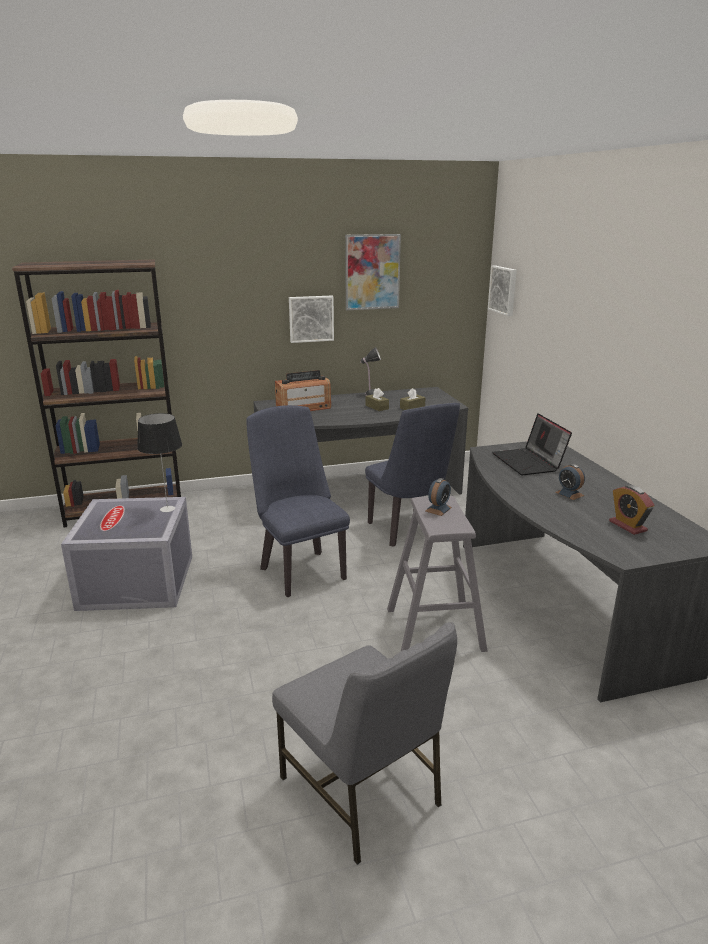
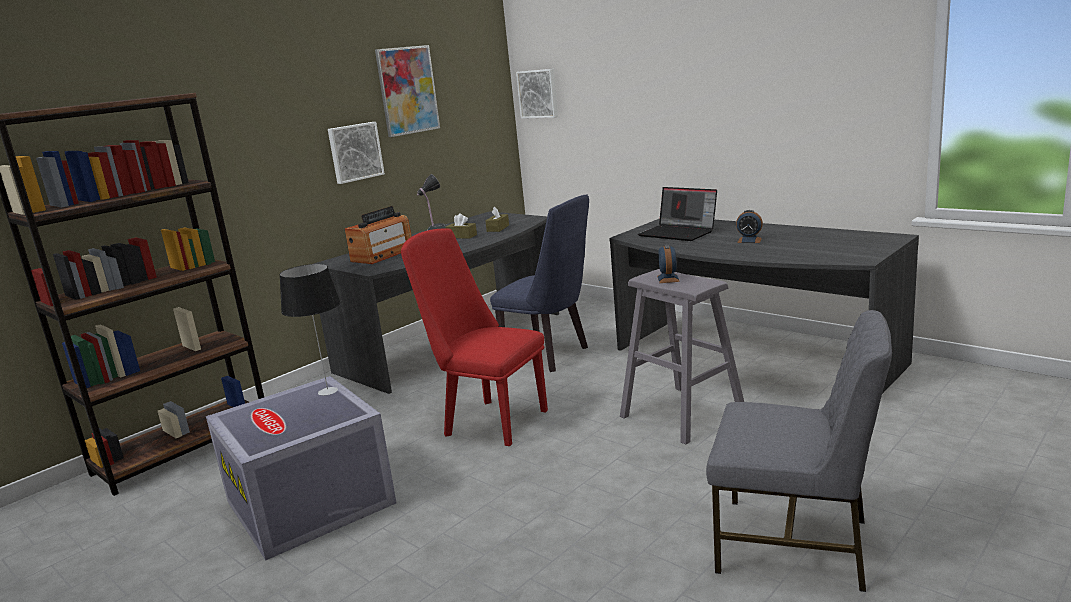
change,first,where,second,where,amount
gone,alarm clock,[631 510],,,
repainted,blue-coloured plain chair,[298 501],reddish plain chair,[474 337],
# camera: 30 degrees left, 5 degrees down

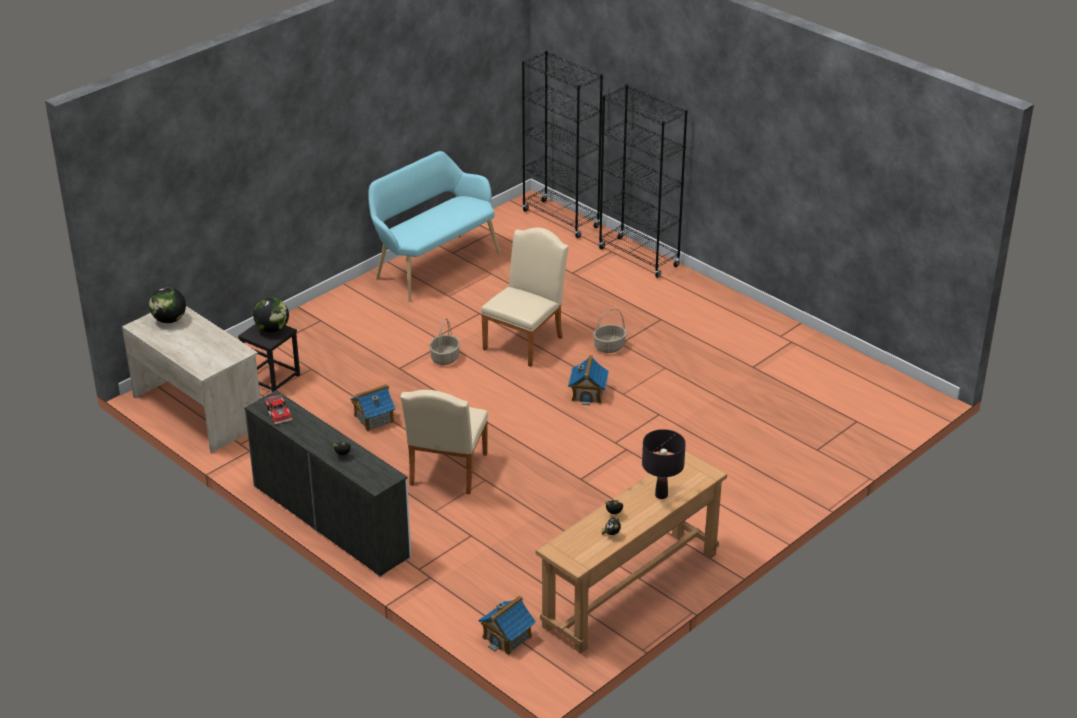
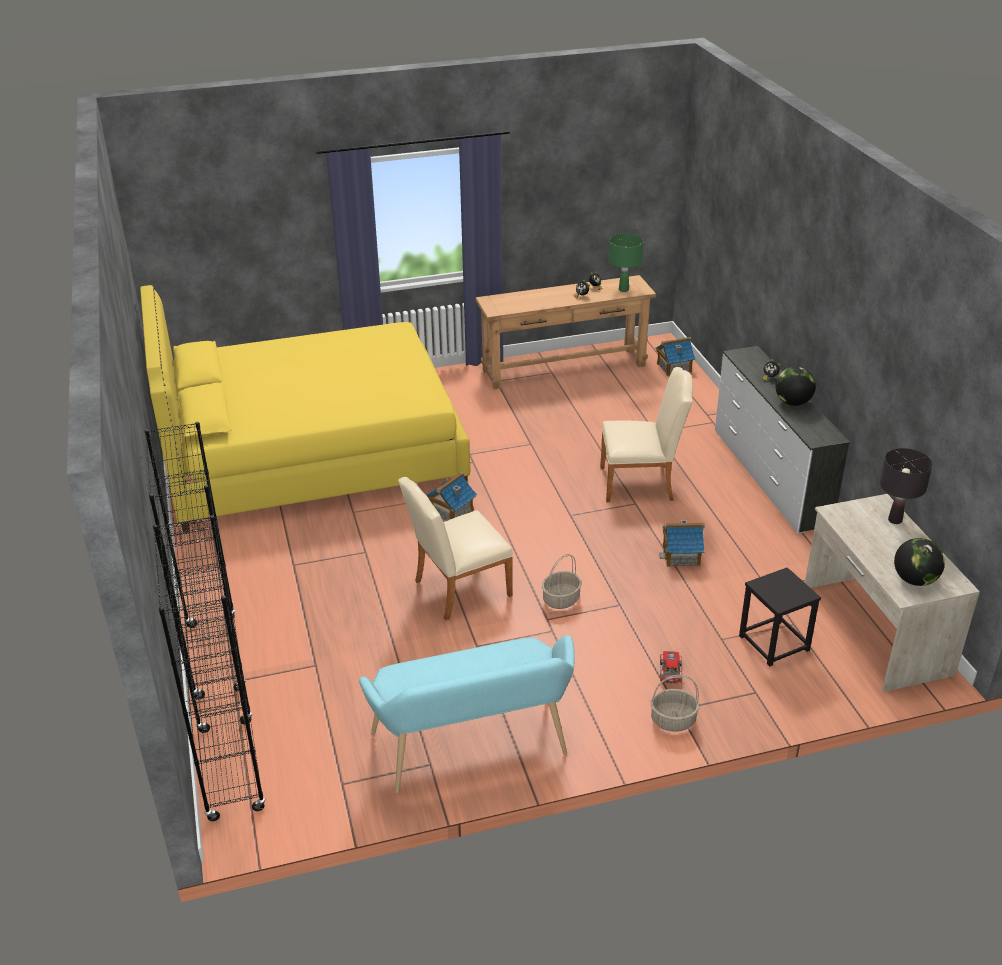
change,first,where,second,where,amount
new,,,yellowish sleeping bed,[305 409],
new,,,green-coloured tabletop lamp,[626 262],
shifted,desk globe,[271 314],,[796 386],
shifted,miniature car,[278 409],,[671 667],
shifted,household basket,[610 331],,[675 703],
shifted,blackish tabletop lamp,[664 464],,[906 486],
rotated,beige-coloured plain chair,[444 442],,[646 434],45 degrees clockwise
# camera: 150 degrees left, 0 degrees up

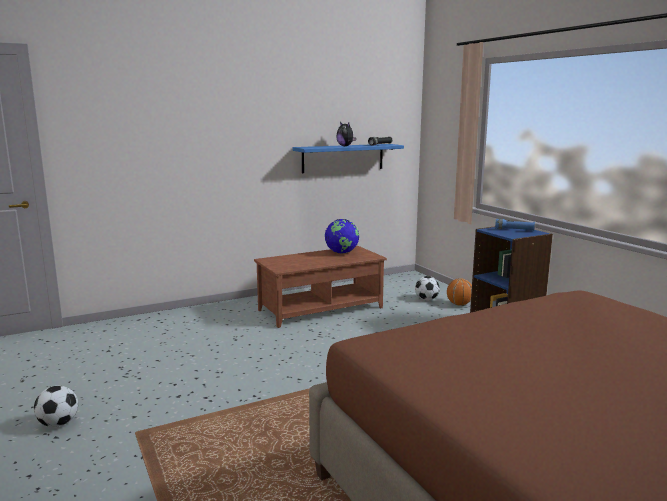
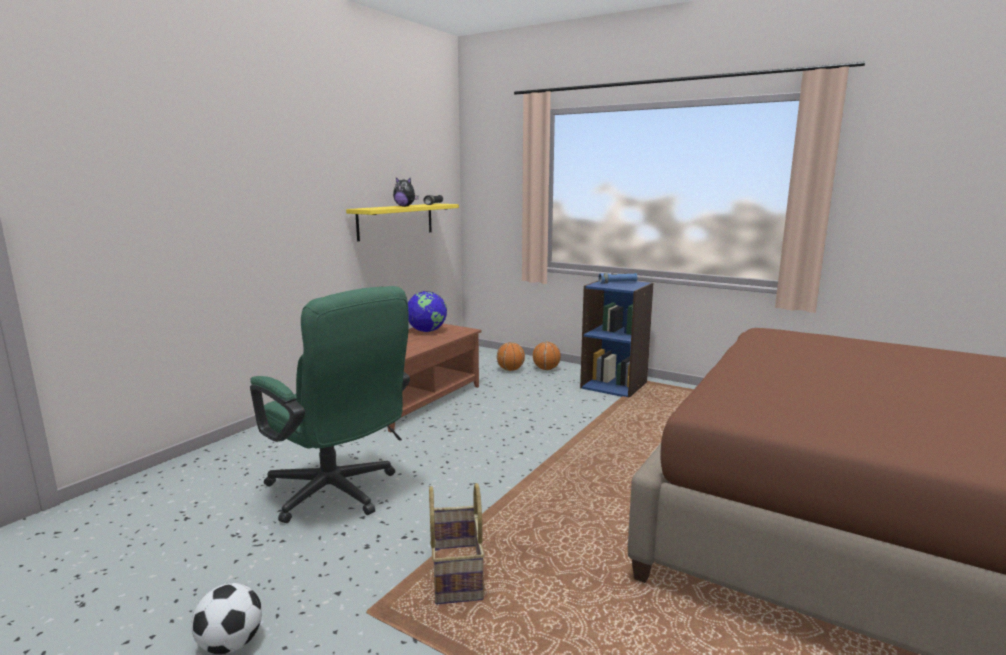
change,first,where,second,where,amount
new,,,green-coloured desk chair,[330 404],
new,,,household basket,[457 543],
swapped,ball for football,[427 288],ball for basketball,[511 356],
repainted,blue-coloured wall shelf,[348 158],yellowish wall shelf,[402 222],
# camera: 30 degrees left, 0 degrees up

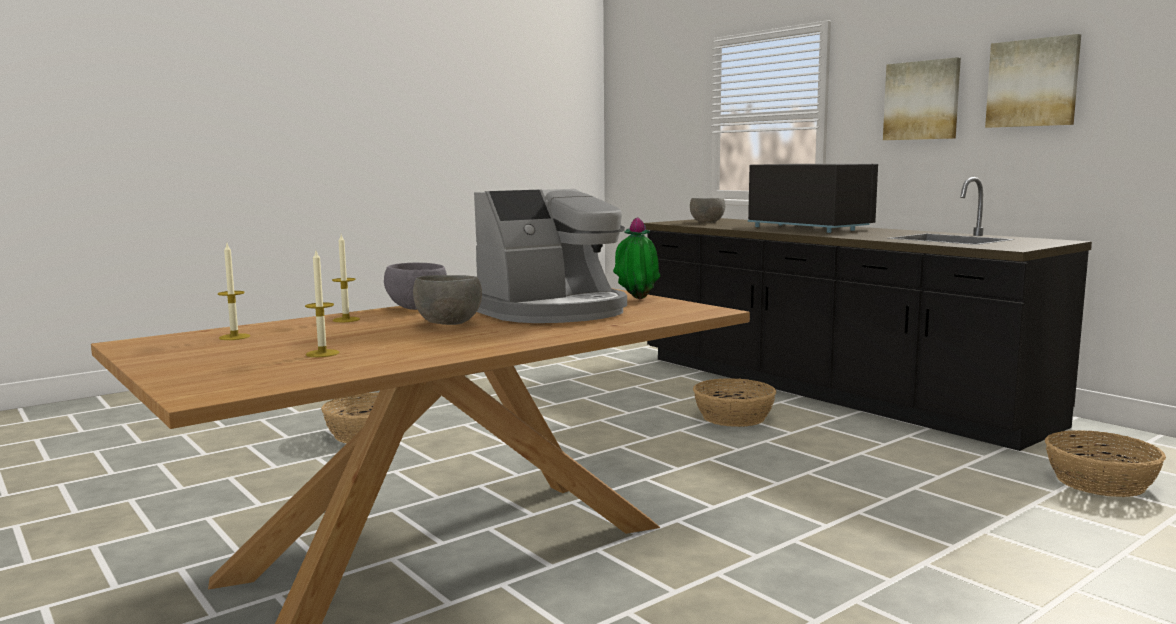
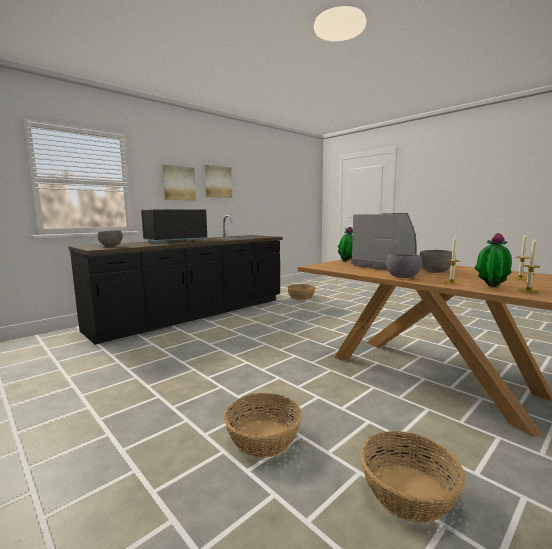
change,first,where,second,where,amount
new,,,plant in a pot,[493 260],
shifted,household basket,[734 402],,[412 477],
# camera: 95 degrees left, 0 degrees up

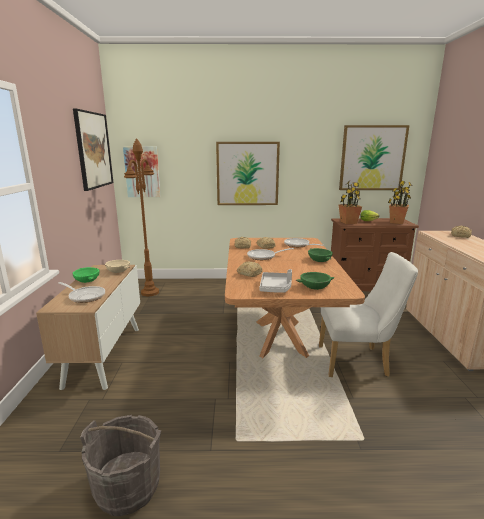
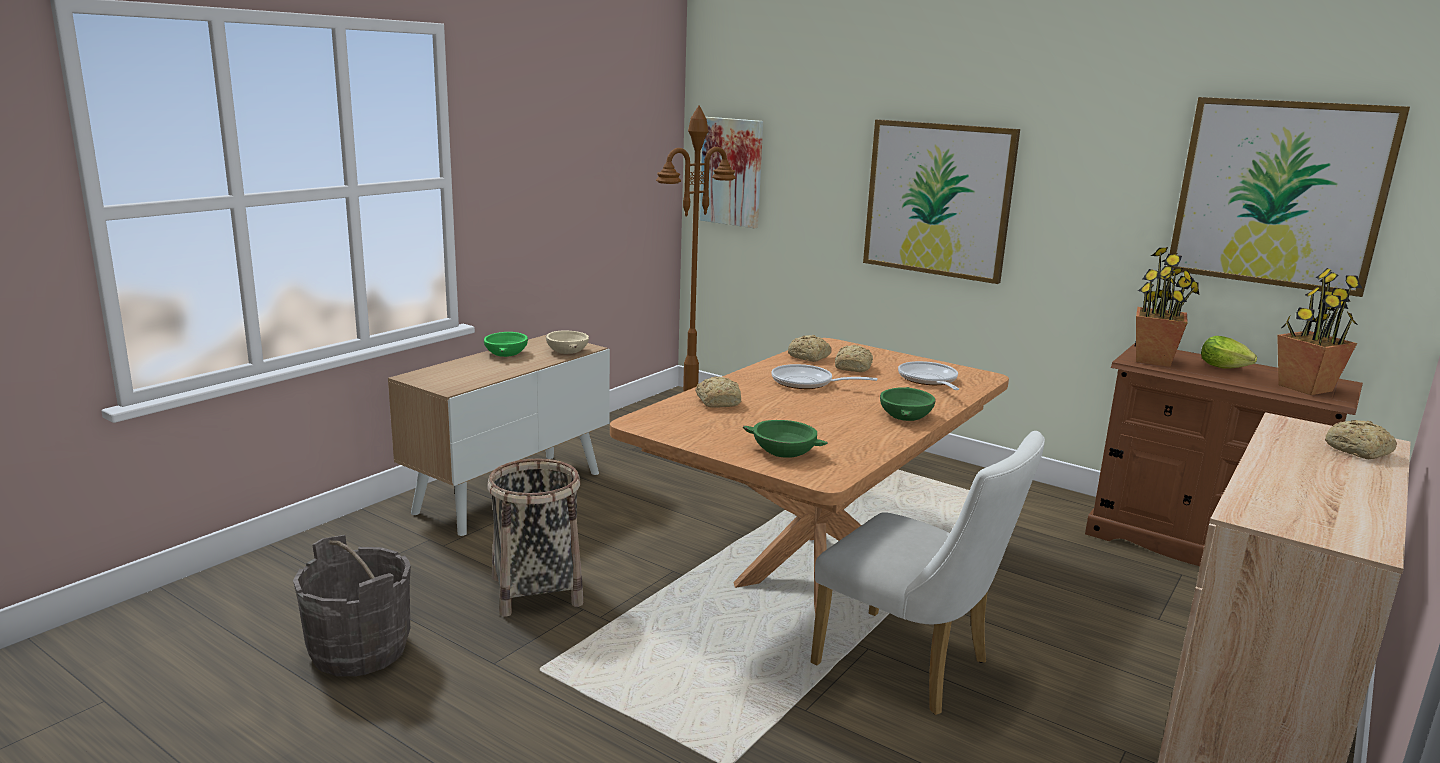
change,first,where,second,where,amount
gone,skillet,[82 292],,,
gone,wall art,[93 150],,,
gone,grey serving tray,[275 281],,,
new,,,household basket,[535 538],
# camera: 35 degrees right, 0 degrees up

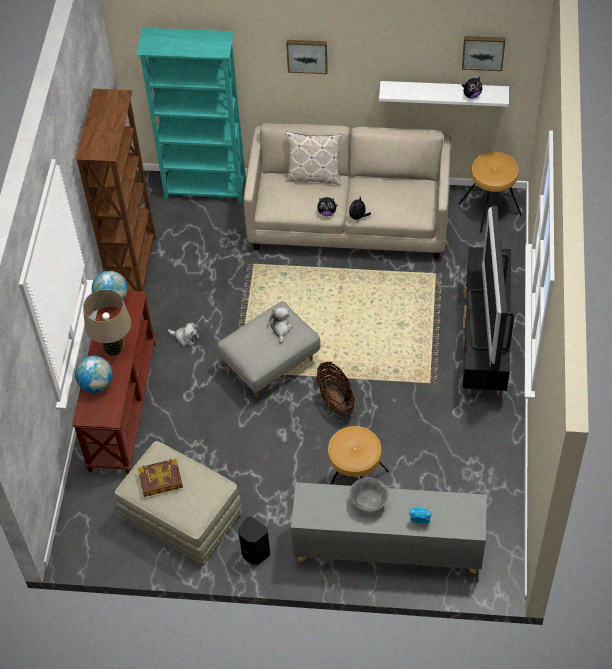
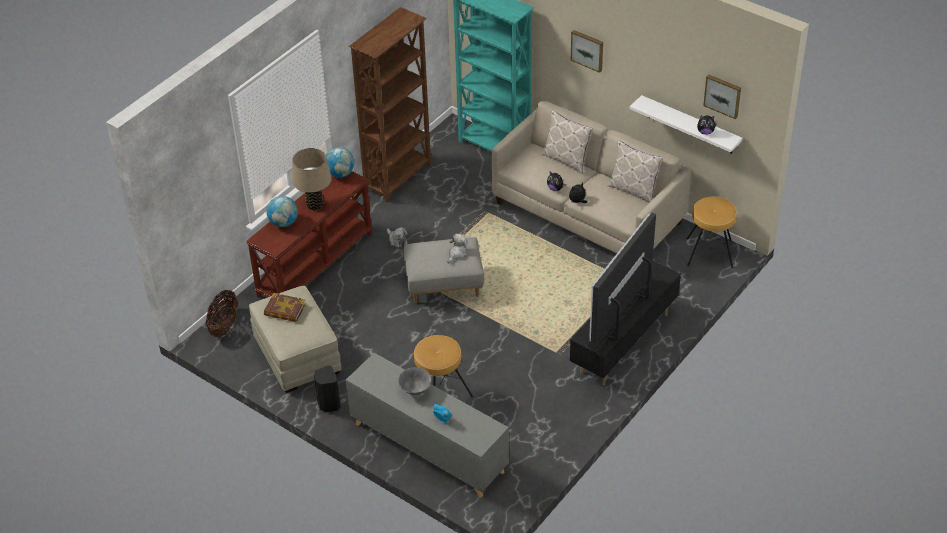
change,first,where,second,where,amount
new,,,cushion,[635 171],
shifted,household basket,[335 389],,[222 313],
# camera: 30 degrees right, 10 degrees down

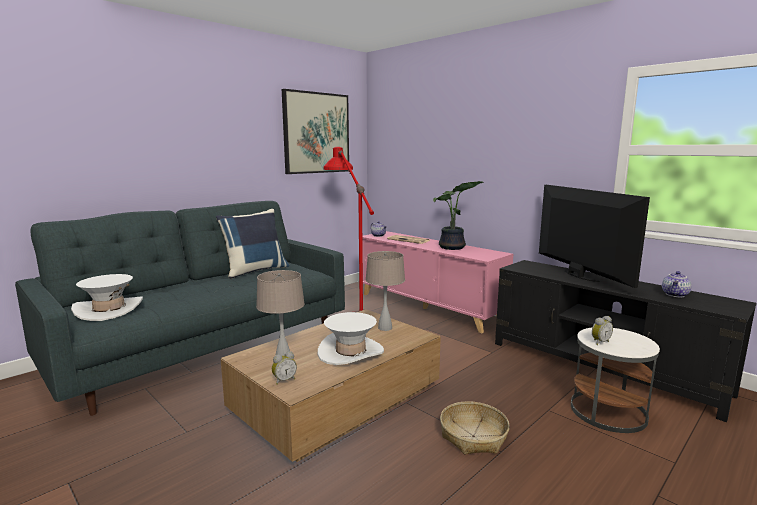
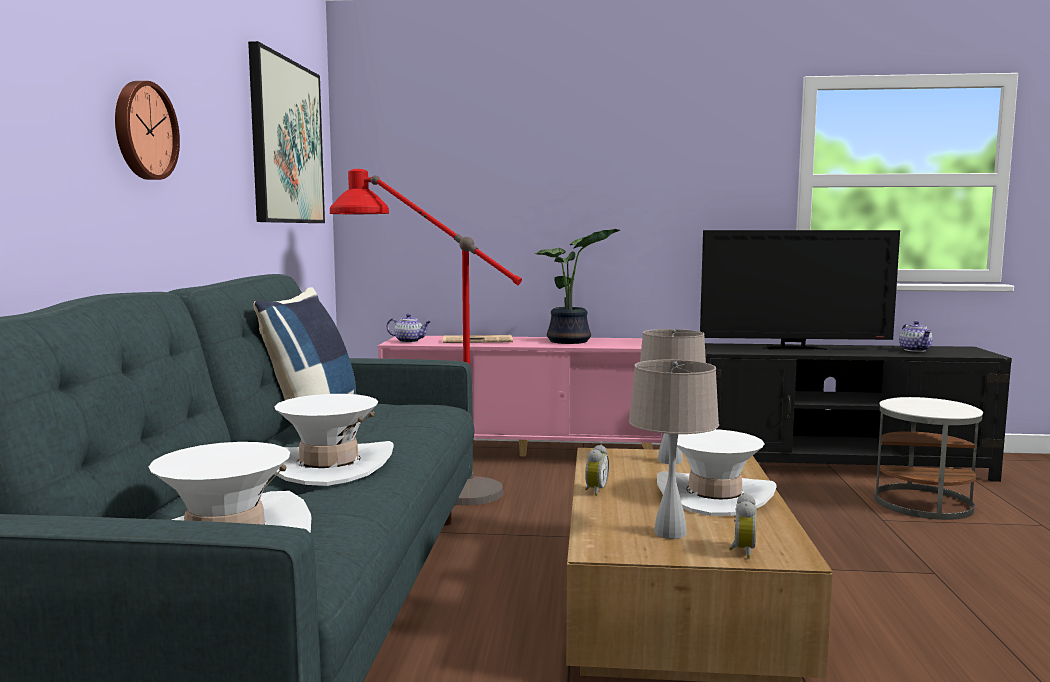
change,first,where,second,where,amount
gone,household basket,[475 428],,,
new,,,clock on the wall,[147 130],
new,,,whitish hat,[334 440],
shifted,alarm clock,[602 330],,[597 470],
rotated,television,[594 236],,[800 290],150 degrees clockwise
# camera: 40 degrees left, 5 degrees down

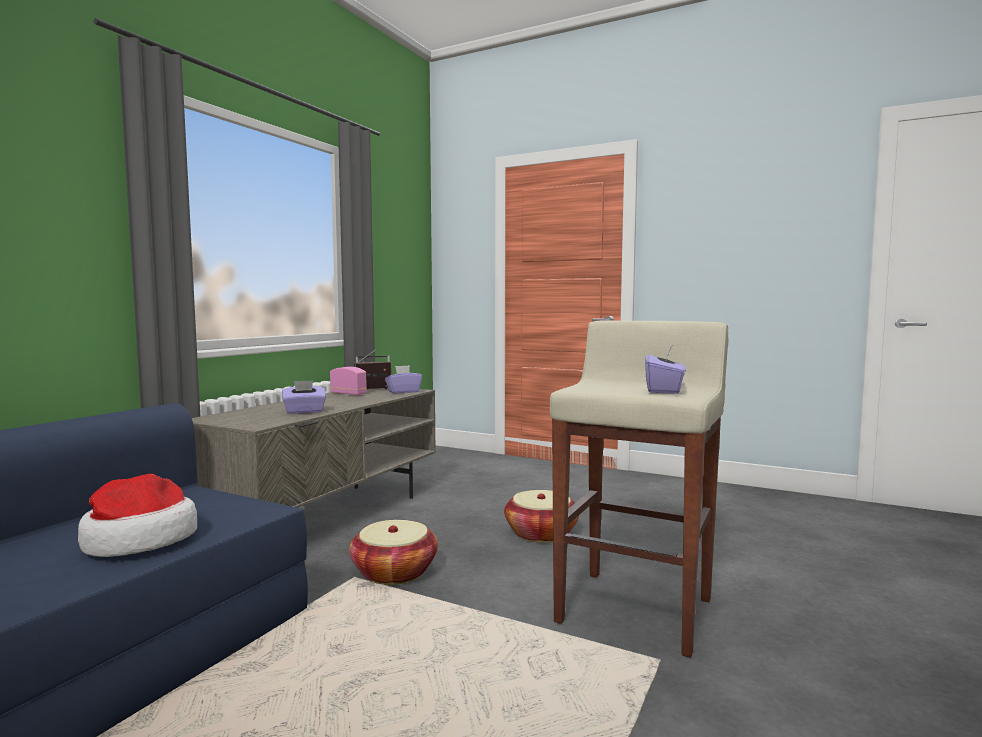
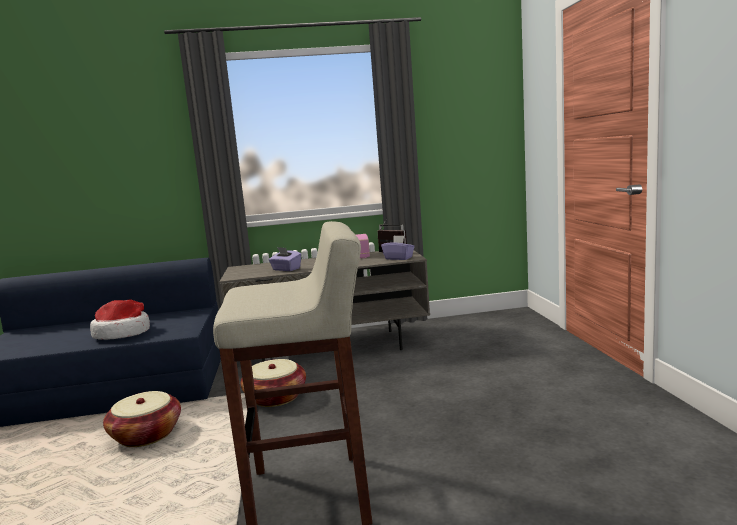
change,first,where,second,where,amount
gone,purplish box of tissues,[665 370],,,
shifted,household basket,[541 516],,[142 419],
# camera: 55 degrees right, 5 degrees up

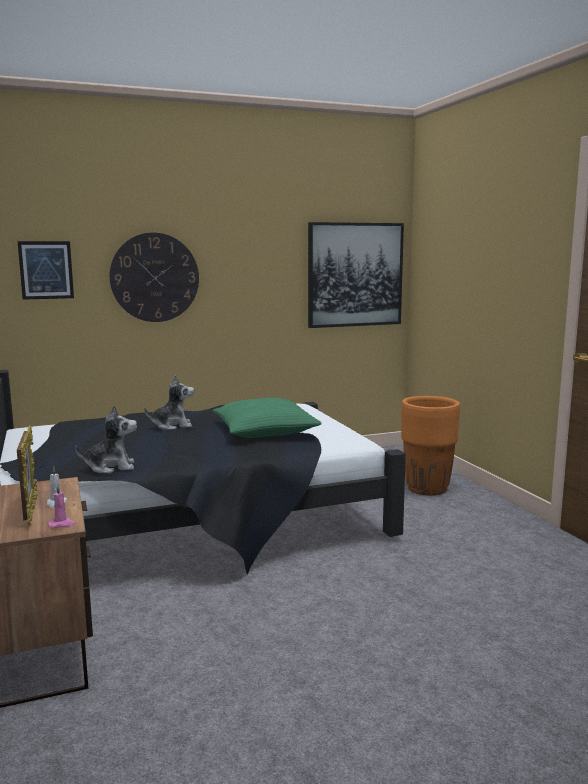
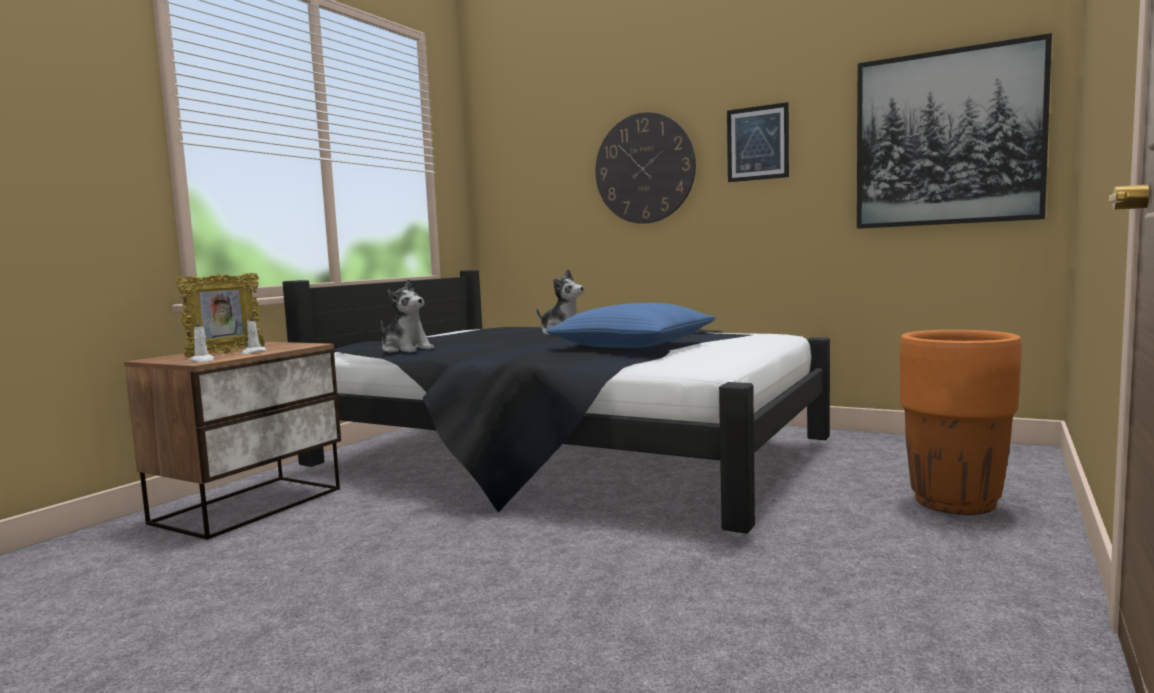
change,first,where,second,where,amount
shifted,wall art,[46 270],,[758 142],
repainted,pink candle,[62 506],whitish candle,[201 340],
repainted,green-coloured cushion,[266 418],blue-coloured cushion,[630 325],
# camera: 50 degrees right, 5 degrees down

